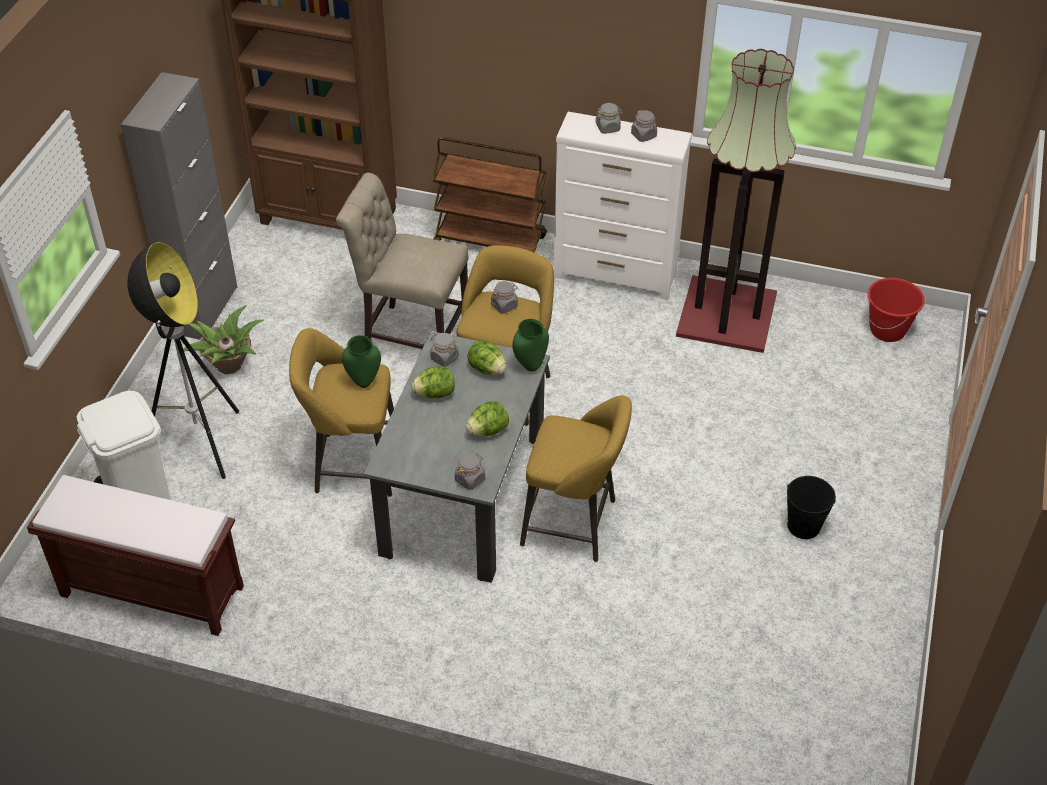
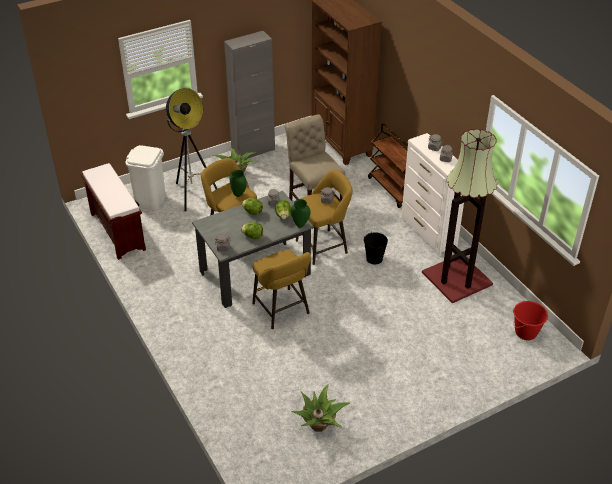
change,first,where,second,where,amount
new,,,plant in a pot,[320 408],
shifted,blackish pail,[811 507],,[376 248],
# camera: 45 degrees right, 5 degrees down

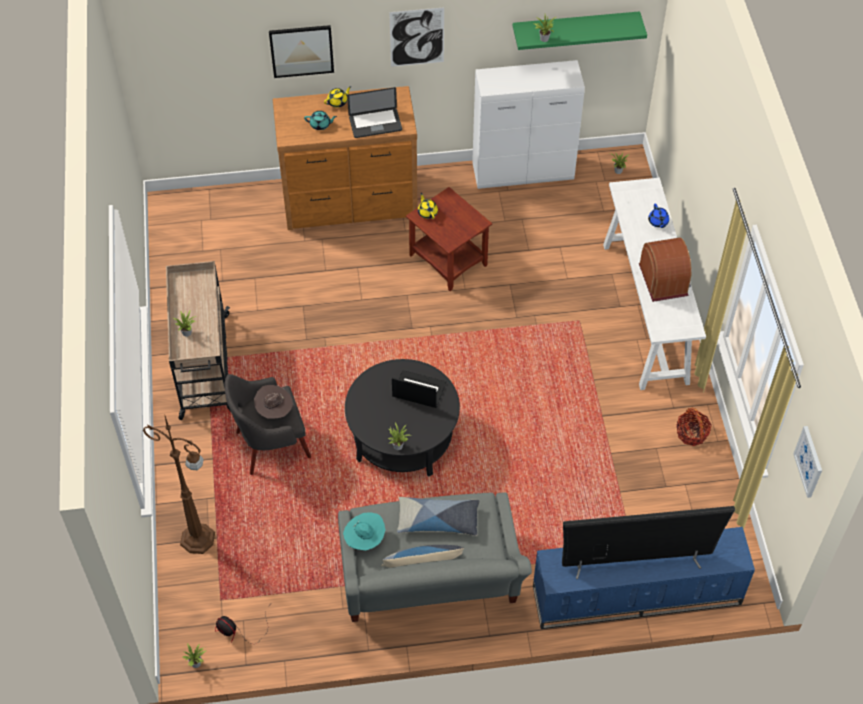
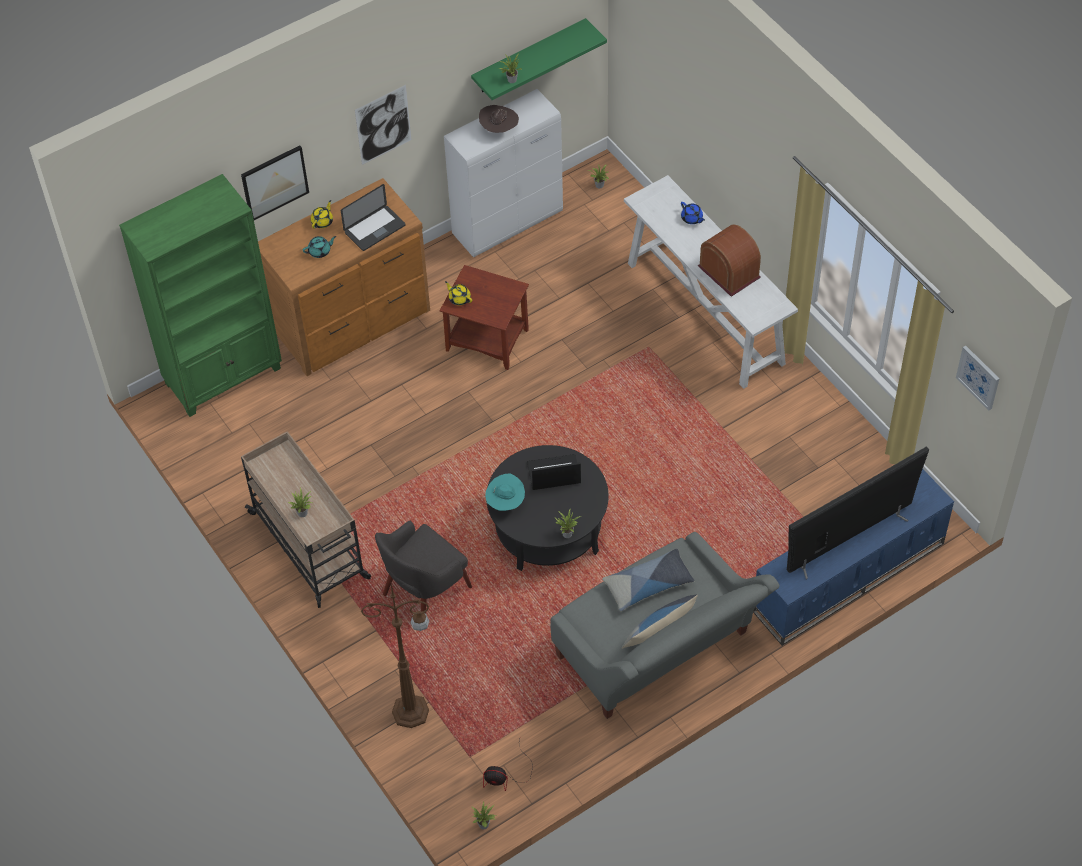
change,first,where,second,where,amount
gone,household basket,[694 427],,,
new,,,green-coloured bookcase,[200 295],
shifted,brown hat,[273 402],,[499 119],
shifted,turquoise hat,[364 531],,[505 492],
# camera: 25 degrees left, 0 degrees up

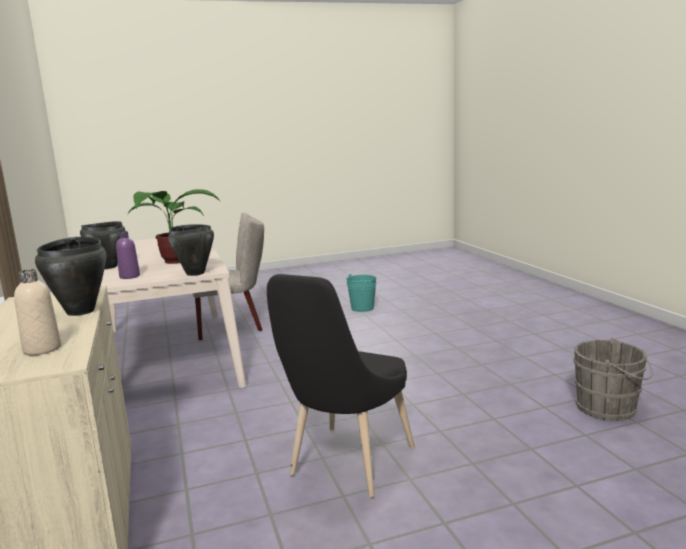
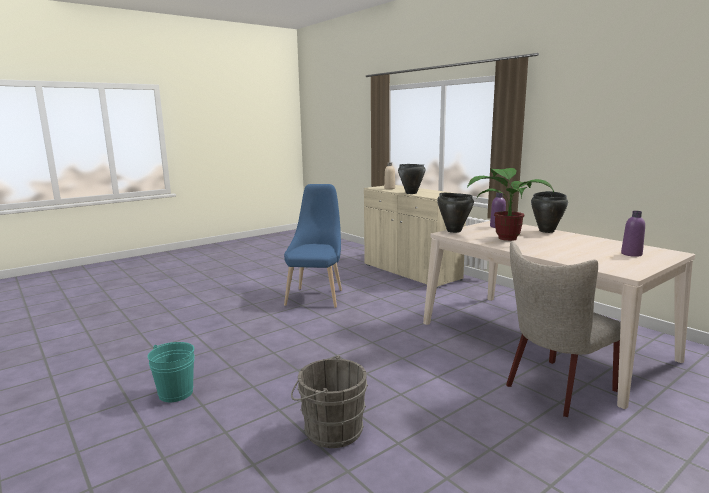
change,first,where,second,where,amount
new,,,purplish bottle,[633 234],
shifted,turquoise pail,[361 293],,[171 372],
shifted,grey pail,[613 379],,[329 401],
repainted,blackish plain chair,[341 386],blue-coloured plain chair,[313 246],
# camera: 160 degrees right, 0 degrees up

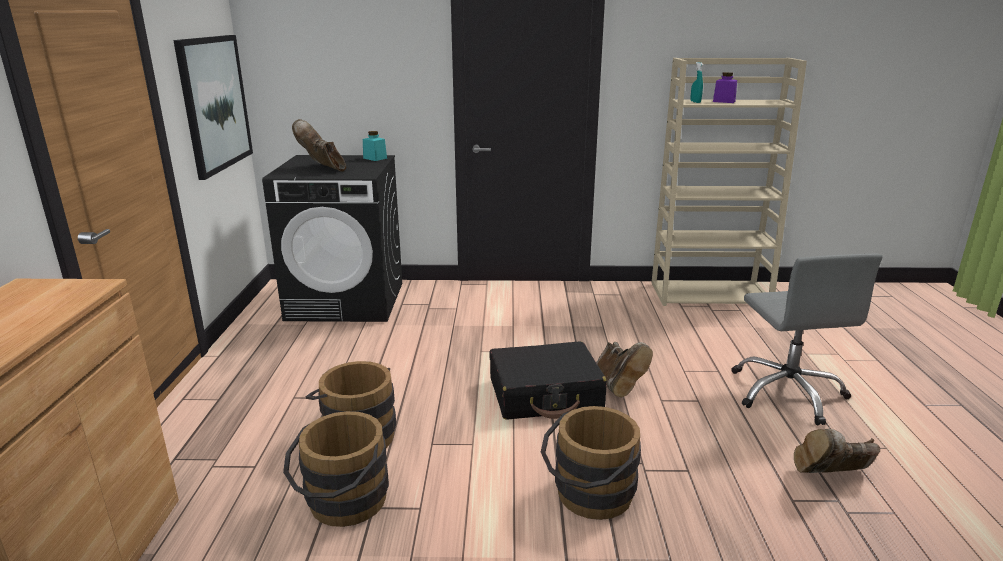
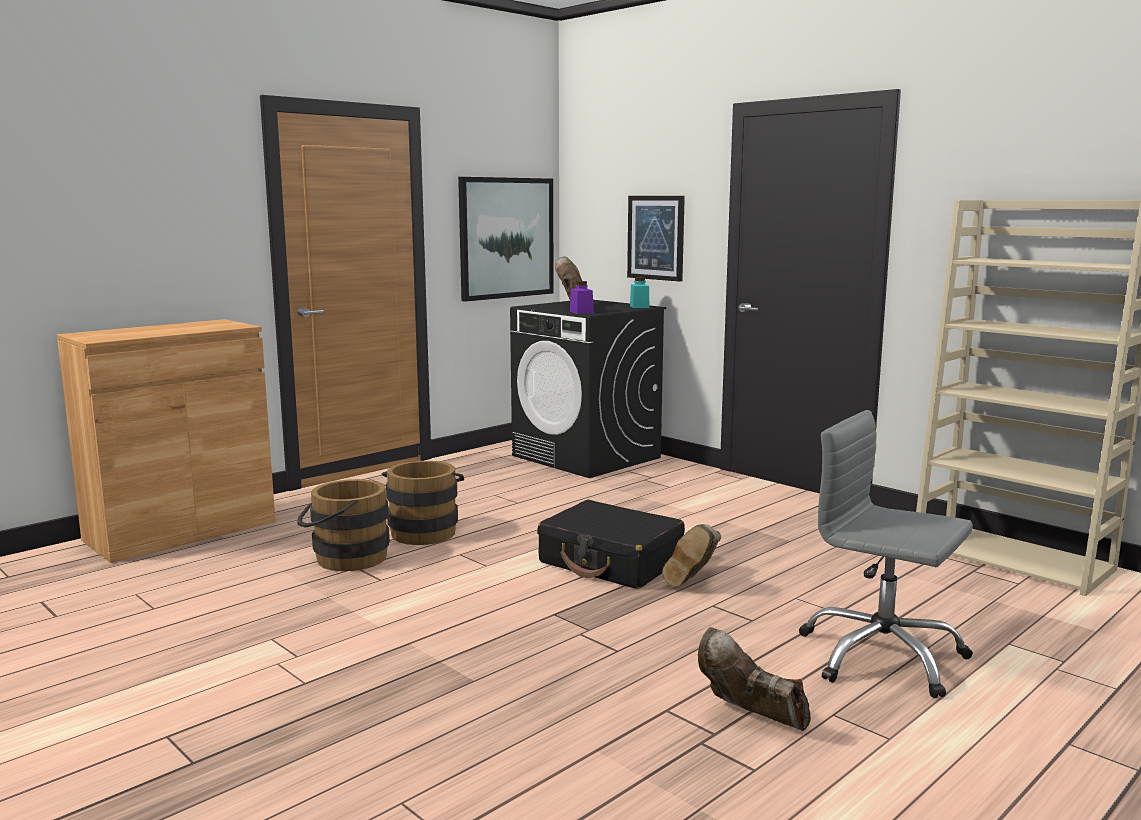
change,first,where,second,where,amount
gone,brown pail,[591 463],,,
gone,turquoise hand sprayer,[696 82],,,
new,,,wall art,[656 239],
shifted,purplish jar,[725 87],,[582 297],
rotated,grey desk chair,[807 339],,[886 554],90 degrees clockwise
# camera: 45 degrees right, 10 degrees down

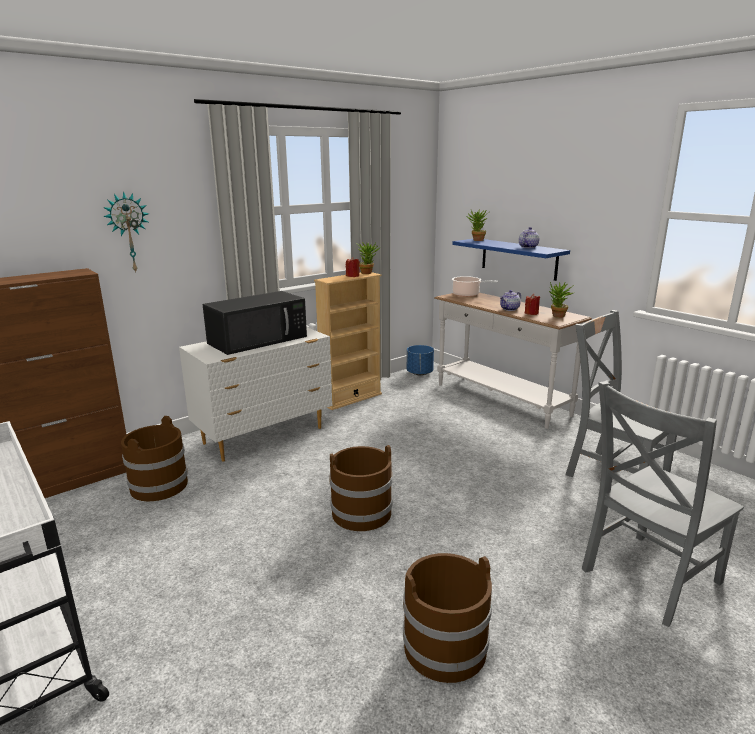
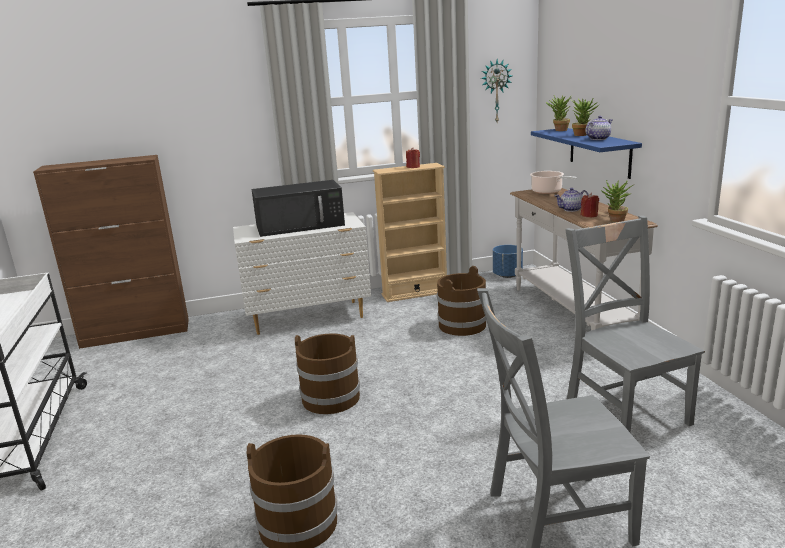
change,first,where,second,where,amount
shifted,clock on the wall,[126 231],,[496 90],
shifted,brown pail,[154 458],,[461 301],
shifted,plant in a pot,[367 258],,[585 117],
# camera: 25 degrees right, 0 degrees up

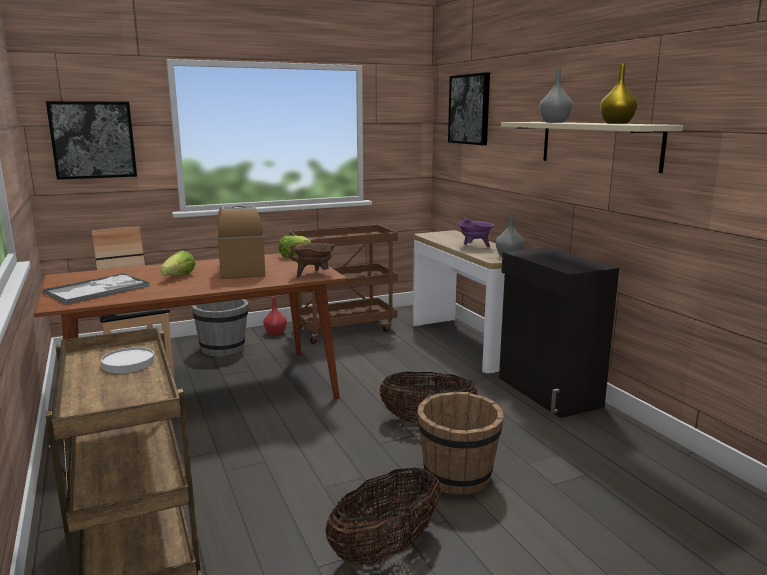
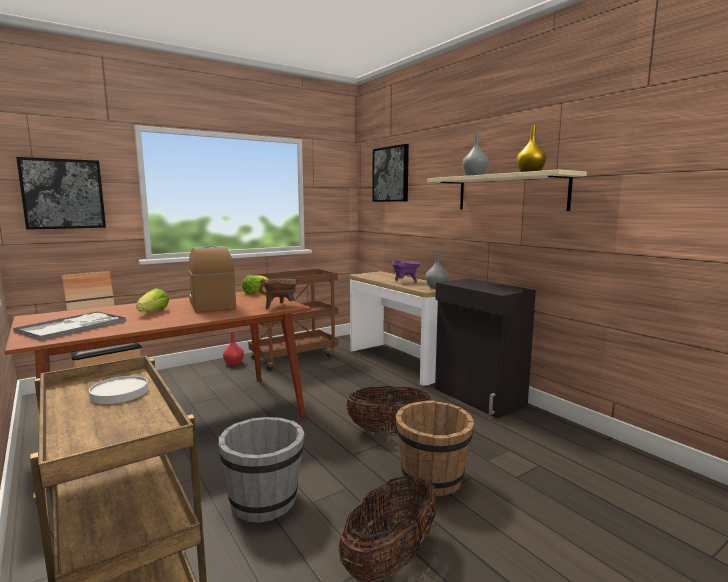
change,first,where,second,where,amount
shifted,grey pail,[220 328],,[262 470],
# camera: 10 degrees left, 5 degrees down

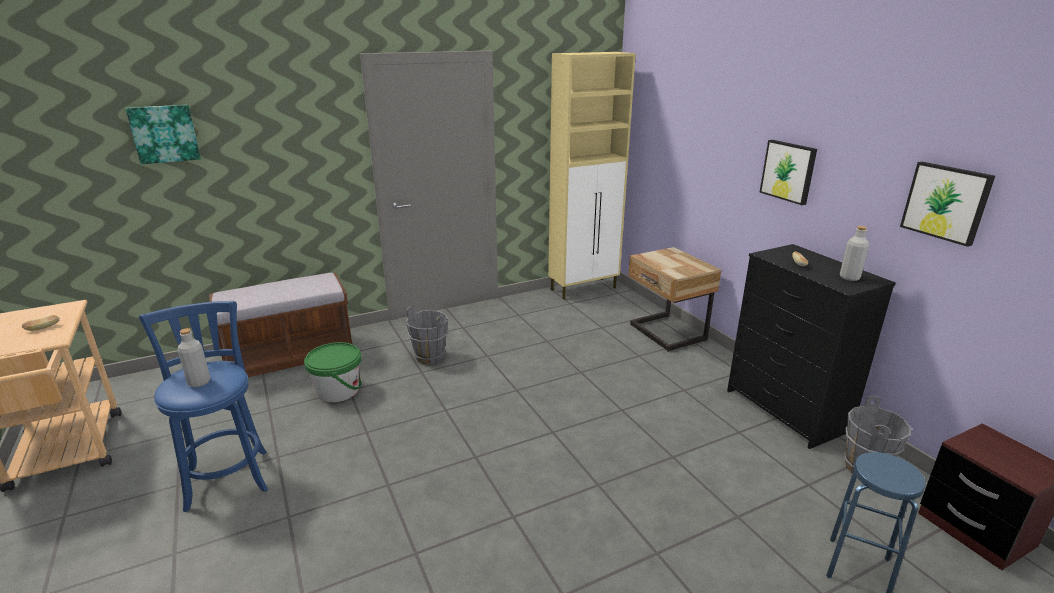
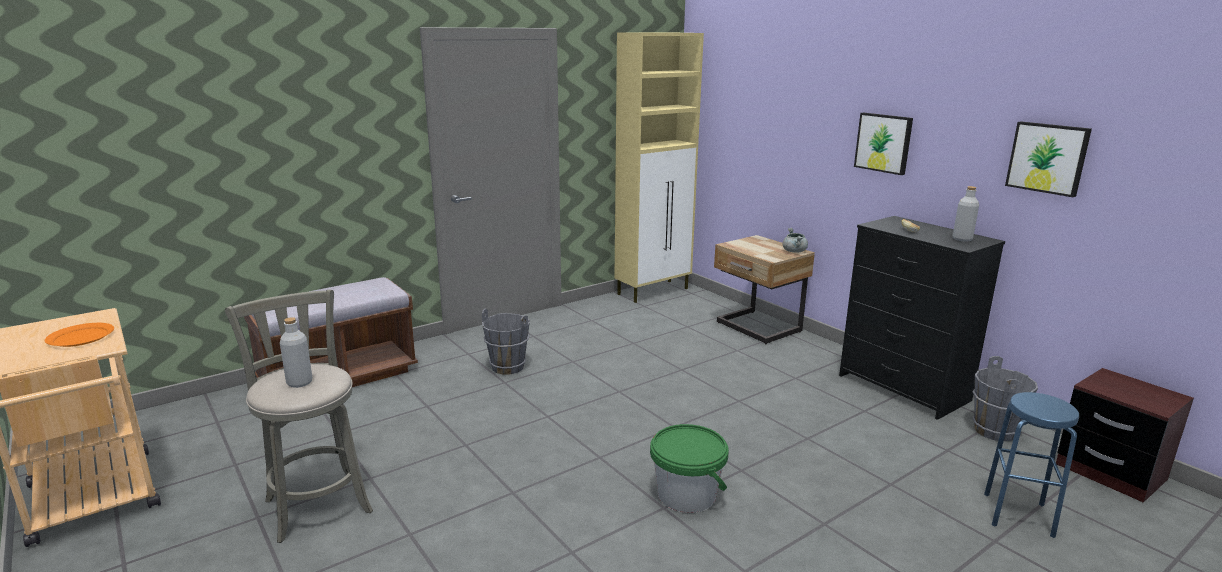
change,first,where,second,where,amount
gone,wall art,[163 134],,,
new,,,grey stockpot,[795 240],
shifted,green-coloured pail,[333 372],,[689 468],
swapped,bakery bread,[41 323],orange-coloured plate,[79 335],
repainted,blue-coloured stool,[203 406],grey stool,[299 416],
# camera: 10 degrees left, 5 degrees down

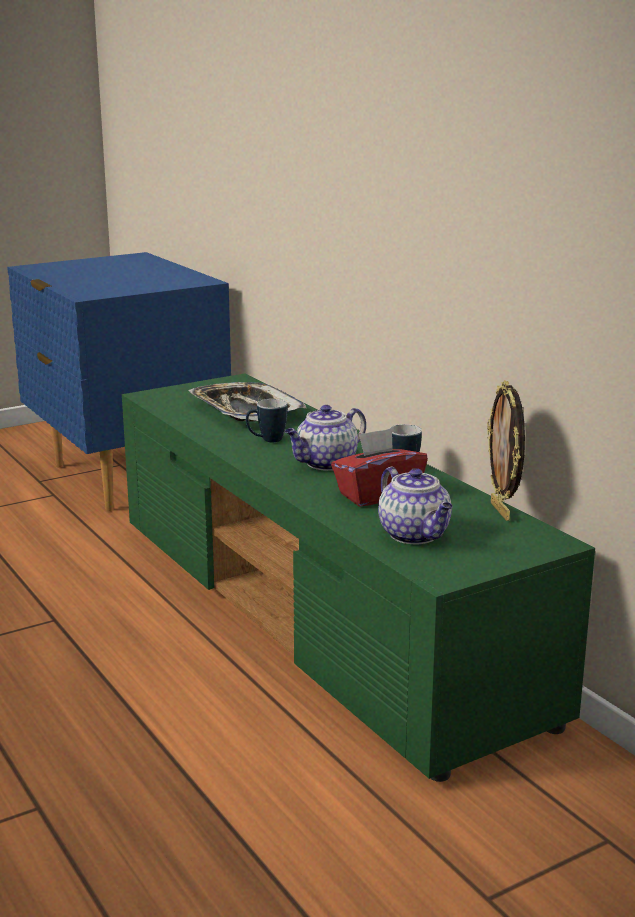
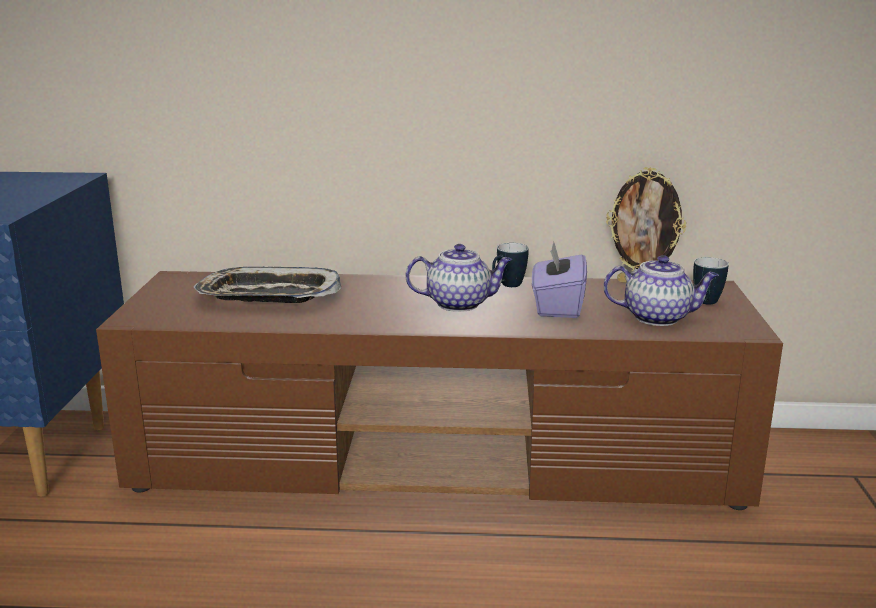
change,first,where,second,where,amount
shifted,coffee mug,[267 420],,[711 281],
repainted,green-coloured tv stand,[358 577],brown tv stand,[439 390],
repainted,reddish box of tissues,[379 467],purplish box of tissues,[559 279],
rotated,tea pot,[325 438],,[459 278],90 degrees counterclockwise
# camera: 55 degrees left, 0 degrees up

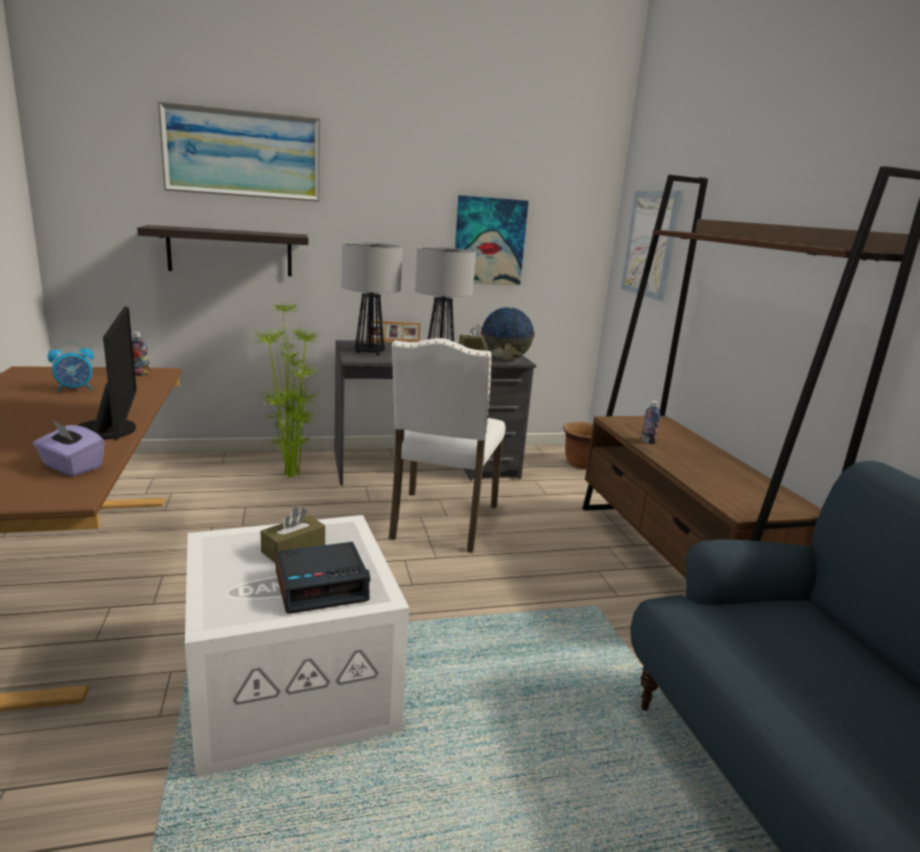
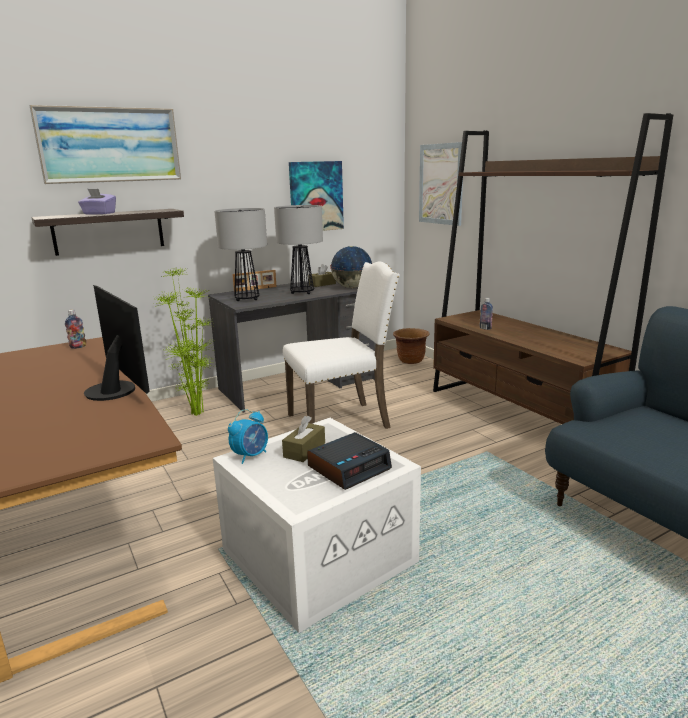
change,first,where,second,where,amount
shifted,purplish box of tissues,[68 448],,[97 202],
shifted,alarm clock,[71 367],,[248 436],
rotated,whitish plain chair,[447 445],,[341 345],105 degrees counterclockwise
# camera: 15 degrees left, 0 degrees up

